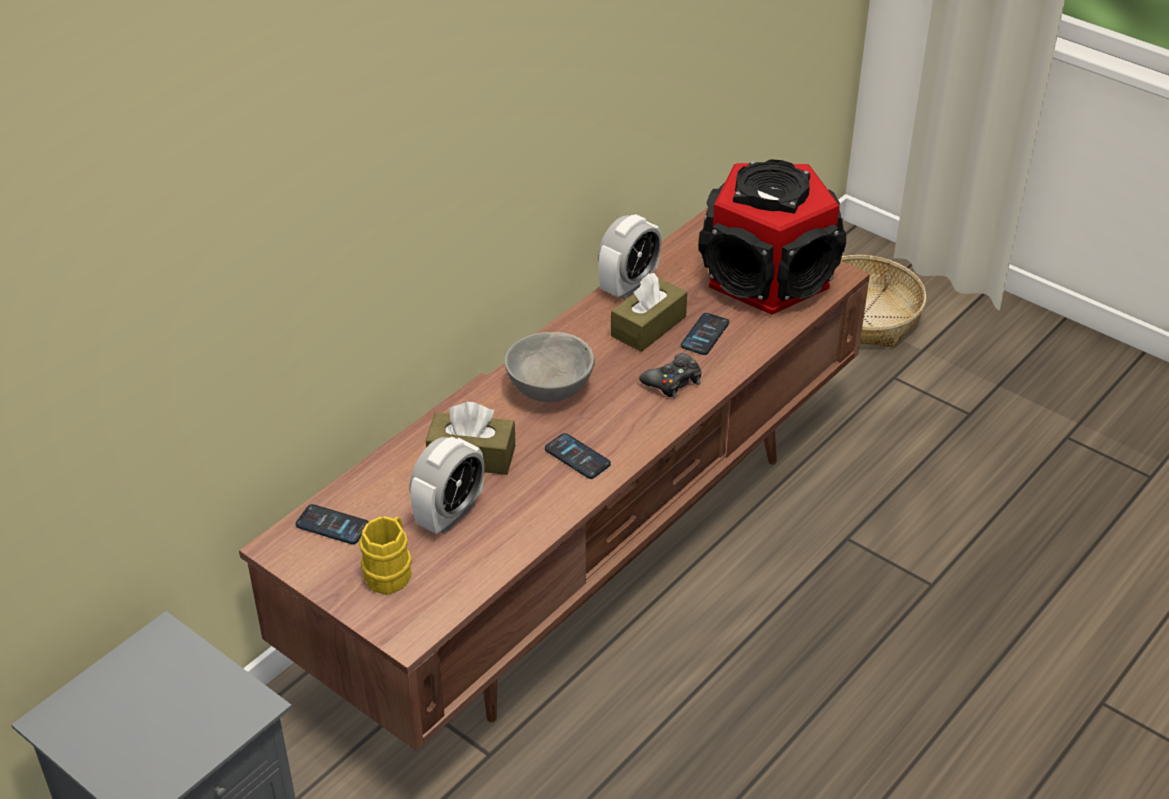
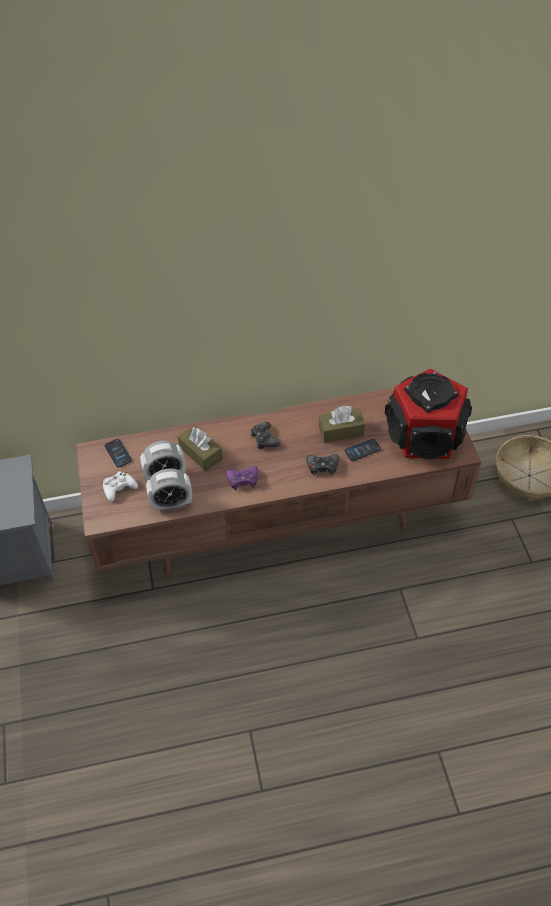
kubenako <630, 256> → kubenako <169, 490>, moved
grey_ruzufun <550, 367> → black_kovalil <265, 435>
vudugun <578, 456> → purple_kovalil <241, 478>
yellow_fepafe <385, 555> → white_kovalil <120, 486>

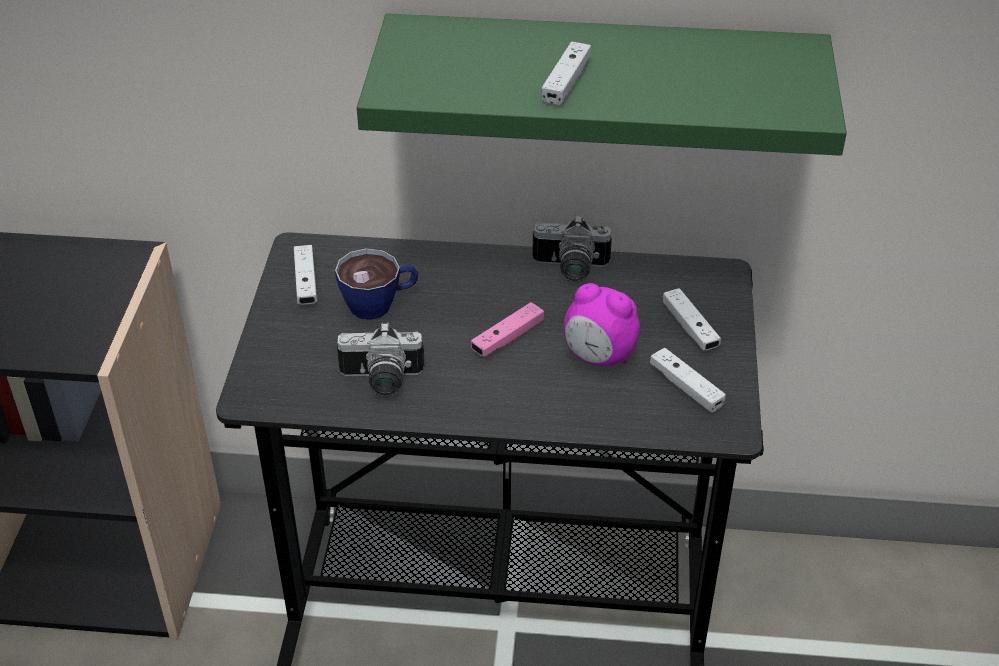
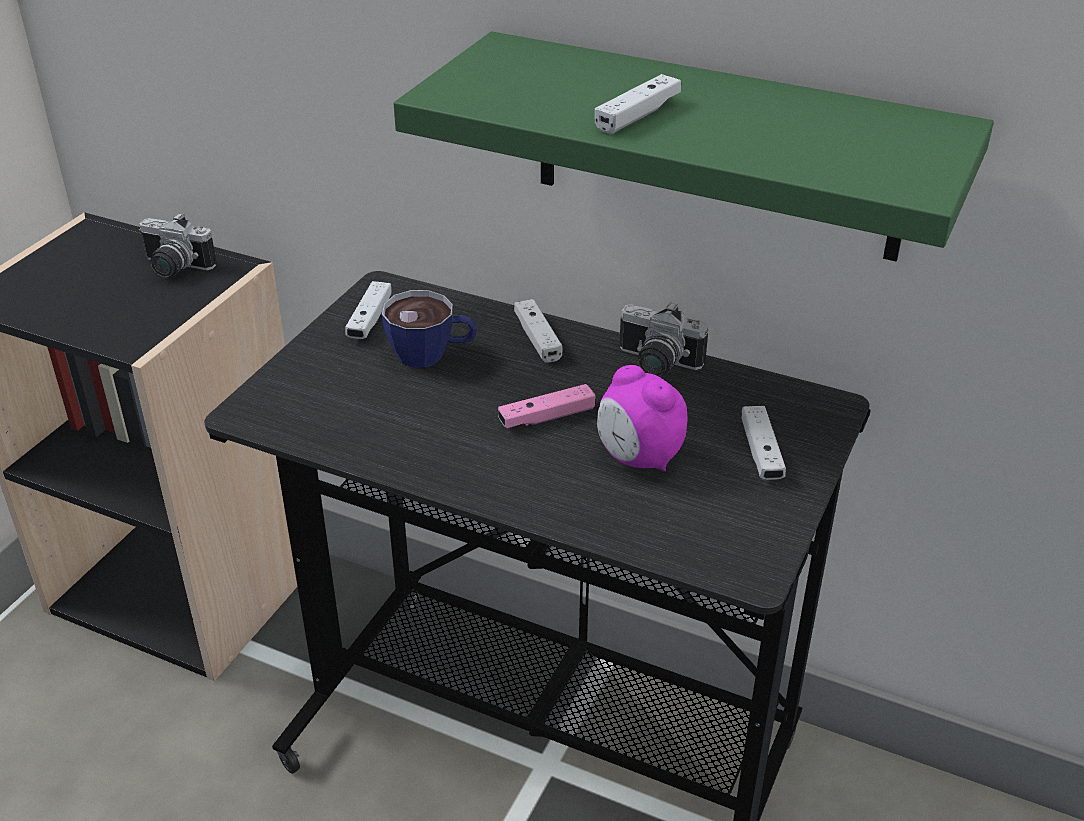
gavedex <380, 359> → gavedex <178, 245>, moved
white_kovalil <688, 380> → white_kovalil <538, 331>, moved

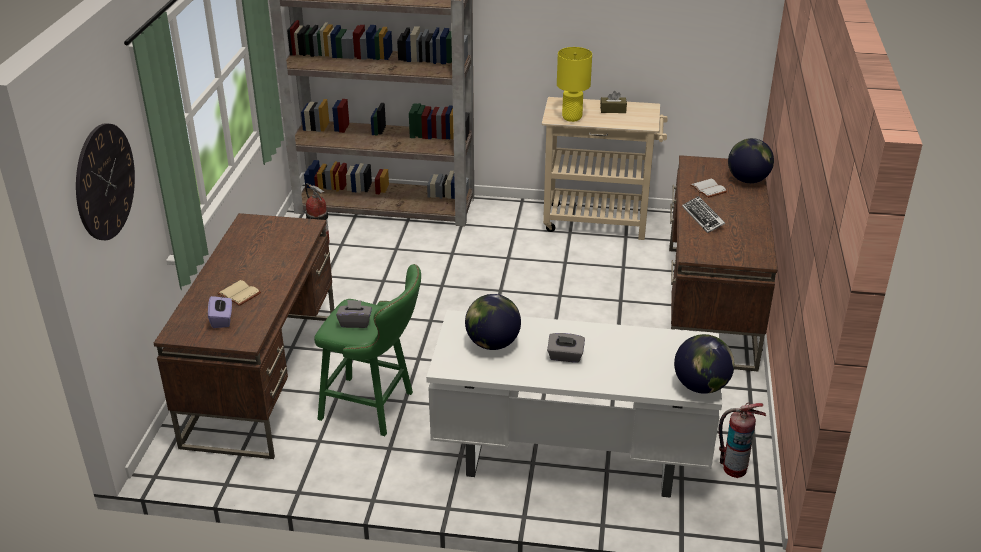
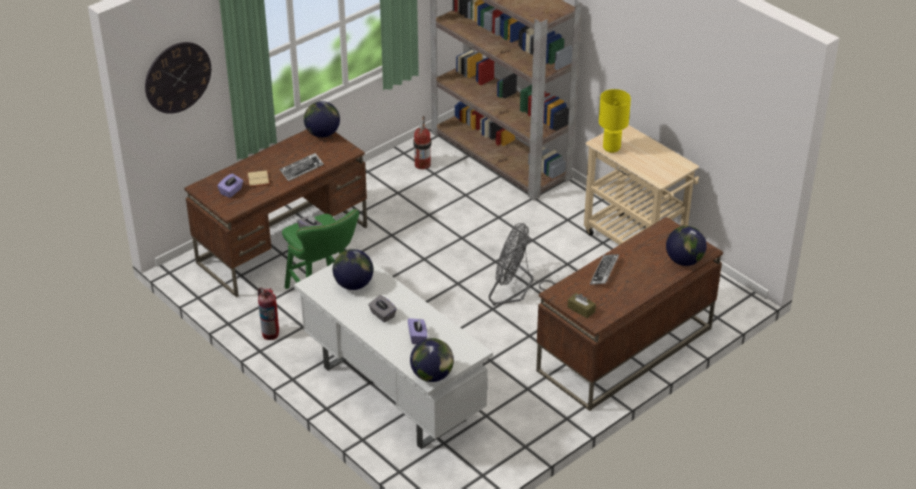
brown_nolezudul <613, 102> → brown_nolezudul <581, 305>, moved
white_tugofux <709, 188> → -
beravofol <742, 440> → beravofol <268, 313>, moved
- → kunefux <322, 119>
- → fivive <302, 167>
- → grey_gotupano <523, 264>
- → purple_nolezudul <417, 331>

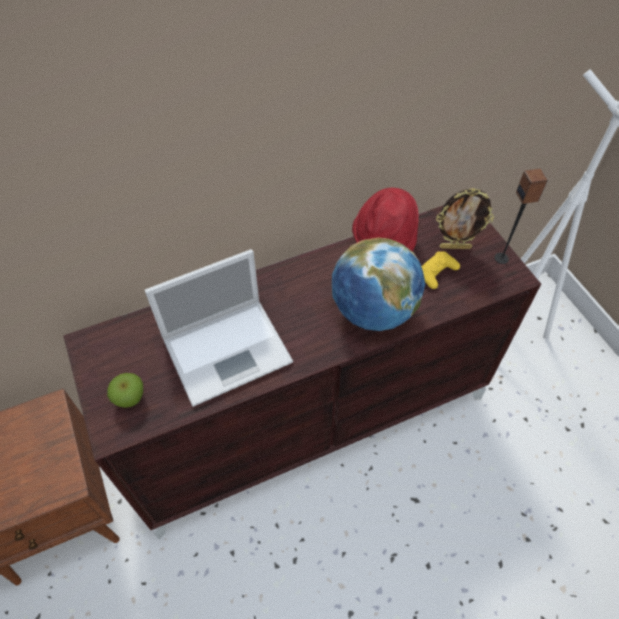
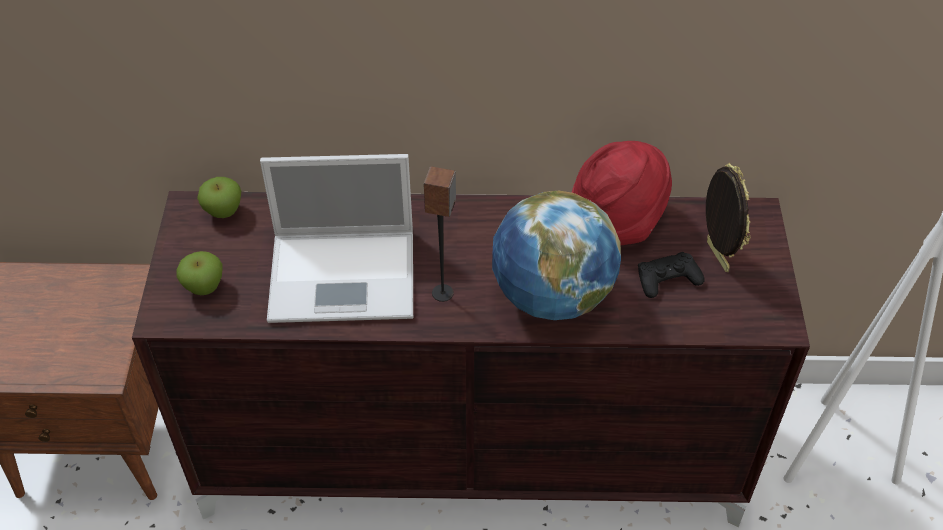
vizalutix <521, 216> → vizalutix <440, 234>, moved
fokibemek <465, 218> → fokibemek <728, 217>, 135 degrees counterclockwise
yellow_kovalil <440, 270> → black_kovalil <671, 275>
- → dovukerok <219, 197>

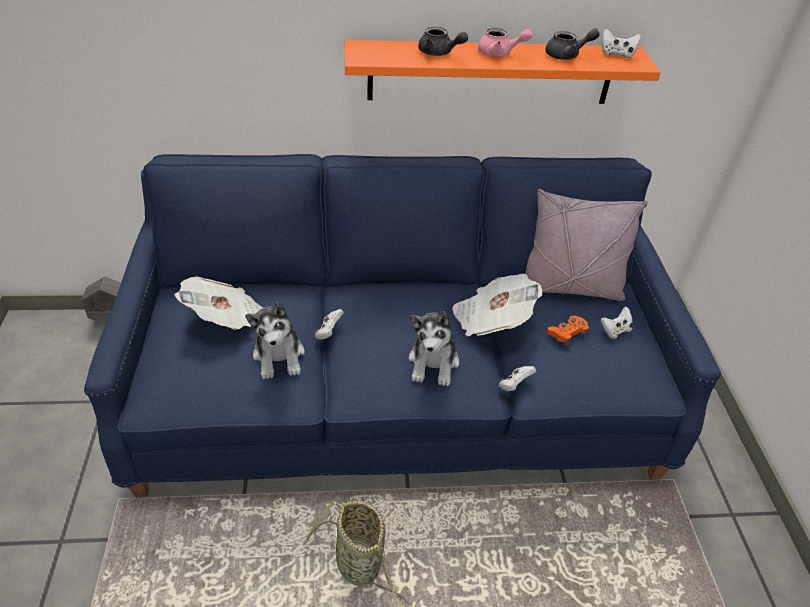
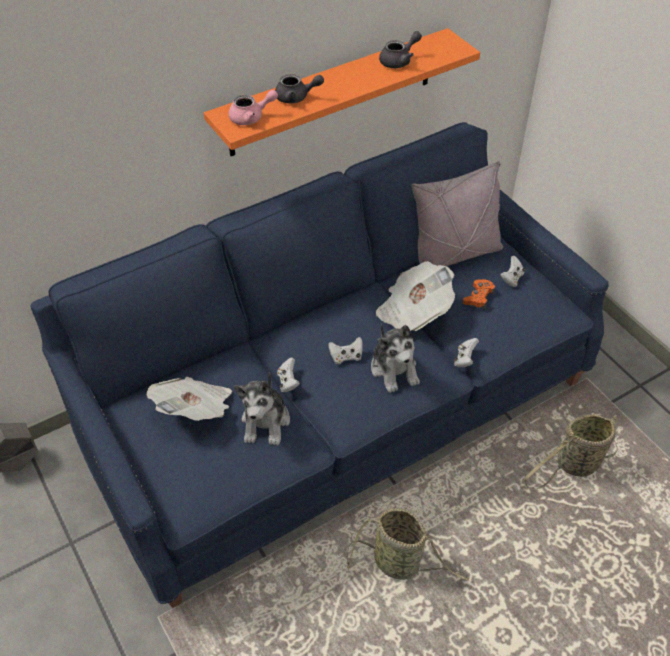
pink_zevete <505, 42> → pink_zevete <253, 107>, moved
white_kovalil <621, 43> → white_kovalil <346, 350>, moved
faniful <275, 340> → faniful <262, 409>, 45 degrees clockwise
- → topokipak <570, 452>

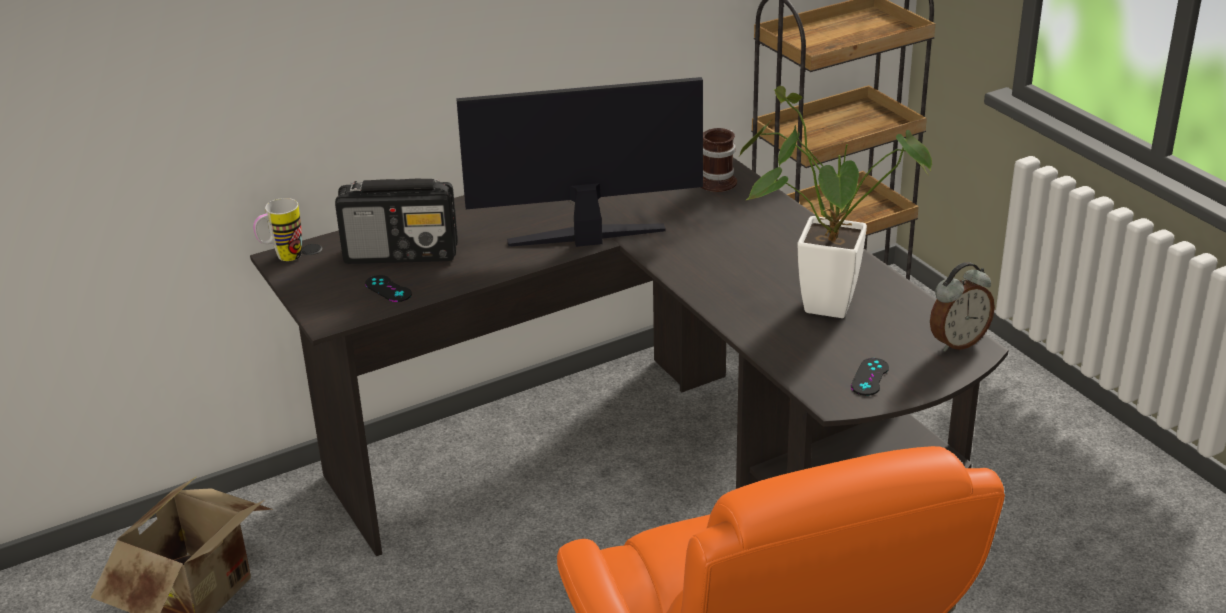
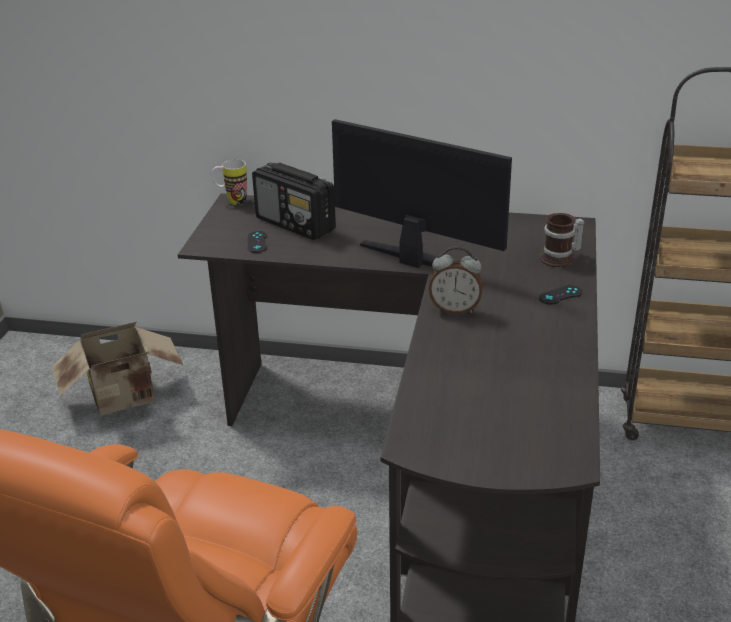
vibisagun <835, 202> → -
kubenako <962, 307> → kubenako <456, 280>, moved
black_kovalil <870, 377> → black_kovalil <560, 295>, moved

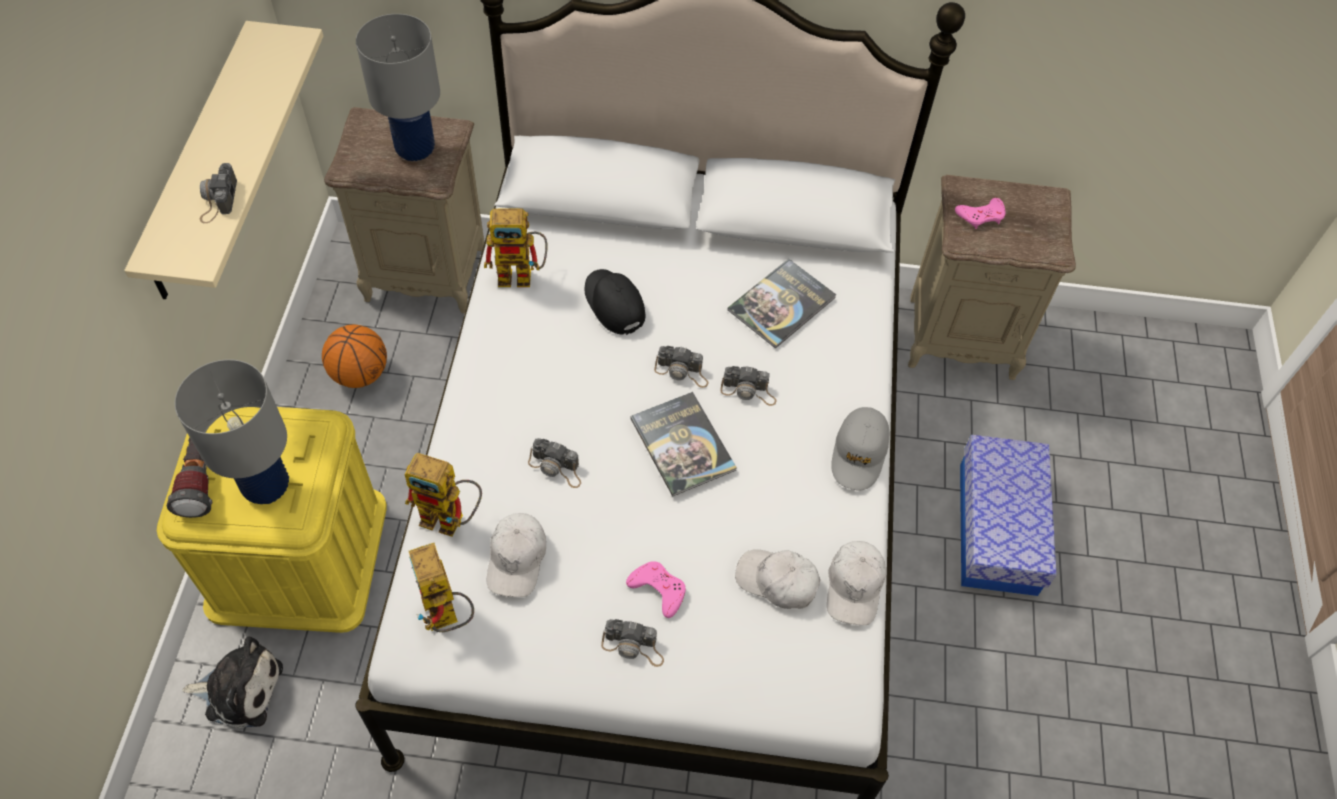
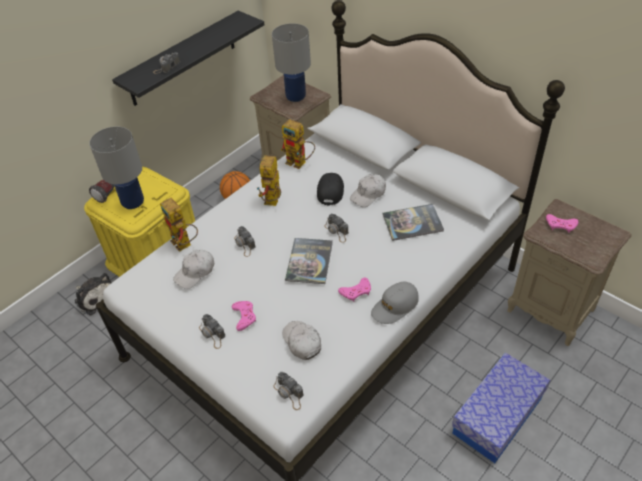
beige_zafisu <223, 160> → black_zafisu <188, 58>
gavedex <748, 386> → gavedex <288, 391>, moved
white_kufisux <856, 583> → white_kufisux <368, 190>, moved
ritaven <441, 587> → ritaven <268, 180>, moved
- → pink_kovalil <354, 290>

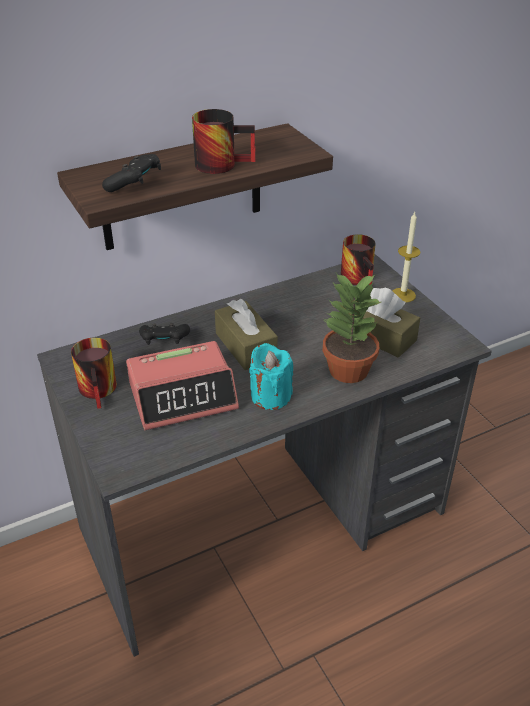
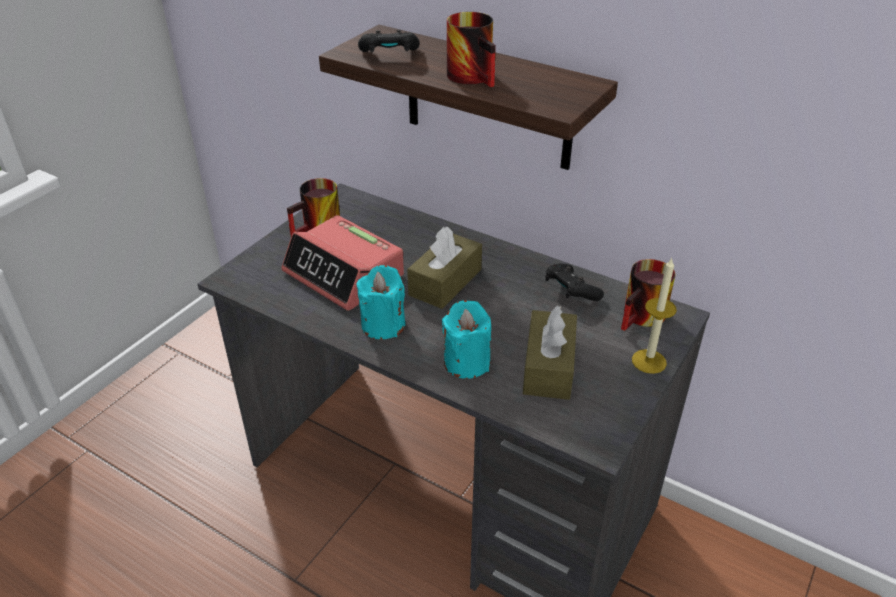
vibisagun <352, 328> → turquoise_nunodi <466, 339>
black_kovalil <164, 334> → black_kovalil <574, 282>, moved

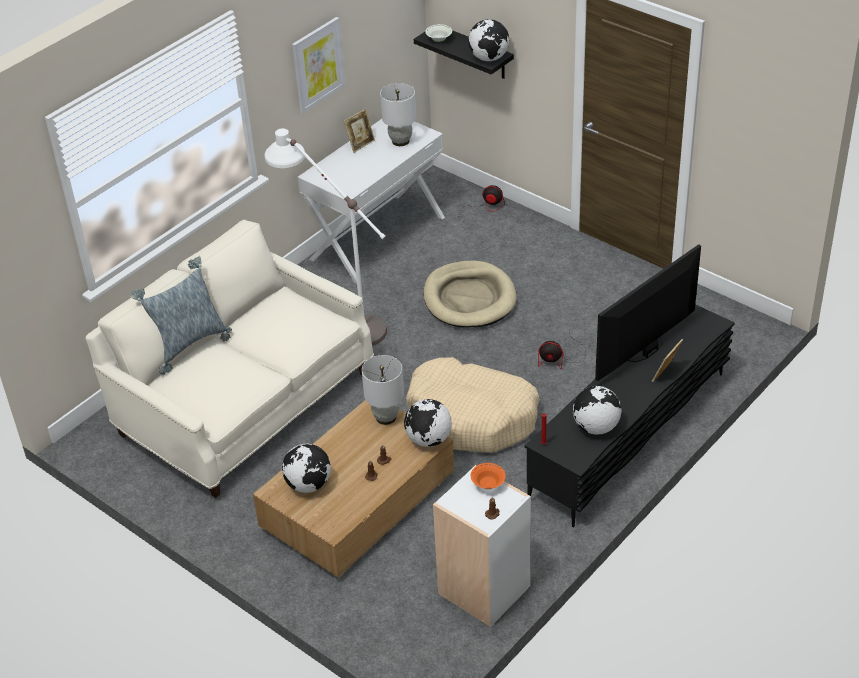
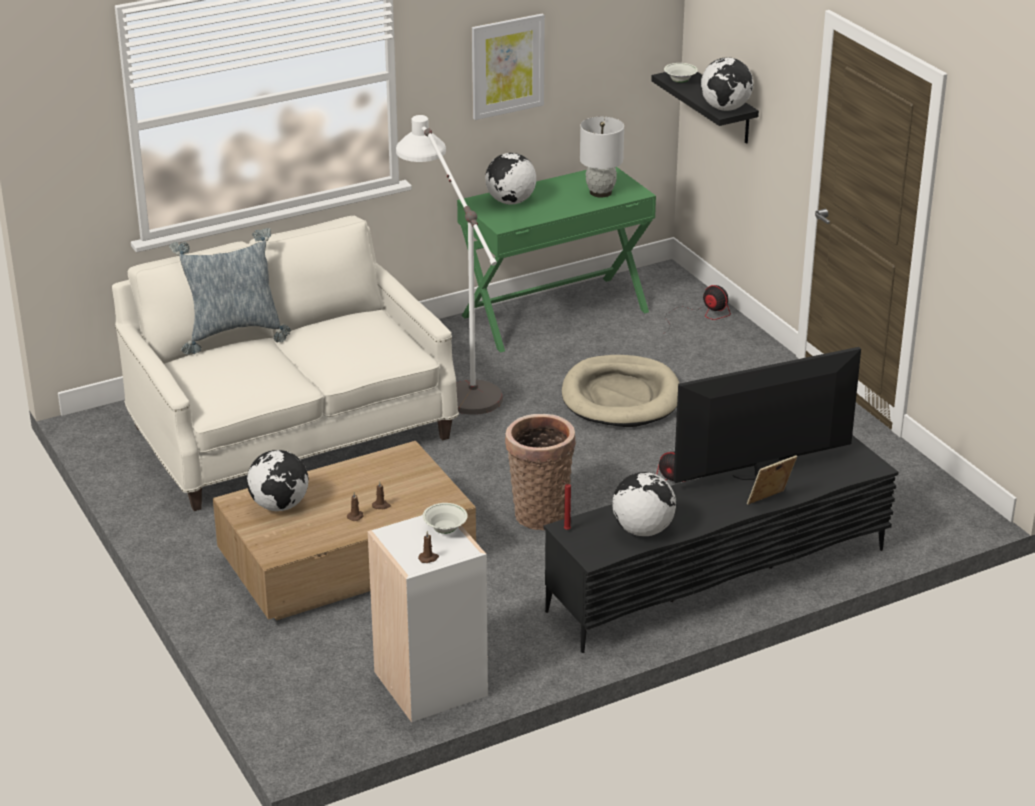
fokibemek <359, 131> → -
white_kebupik <371, 201> → green_kebupik <556, 260>
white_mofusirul <383, 390> → -
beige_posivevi <473, 405> → topokipak <540, 472>
kunefux <428, 423> → kunefux <510, 179>, moved
orange_ruzufun <488, 476> → white_ruzufun <445, 518>

